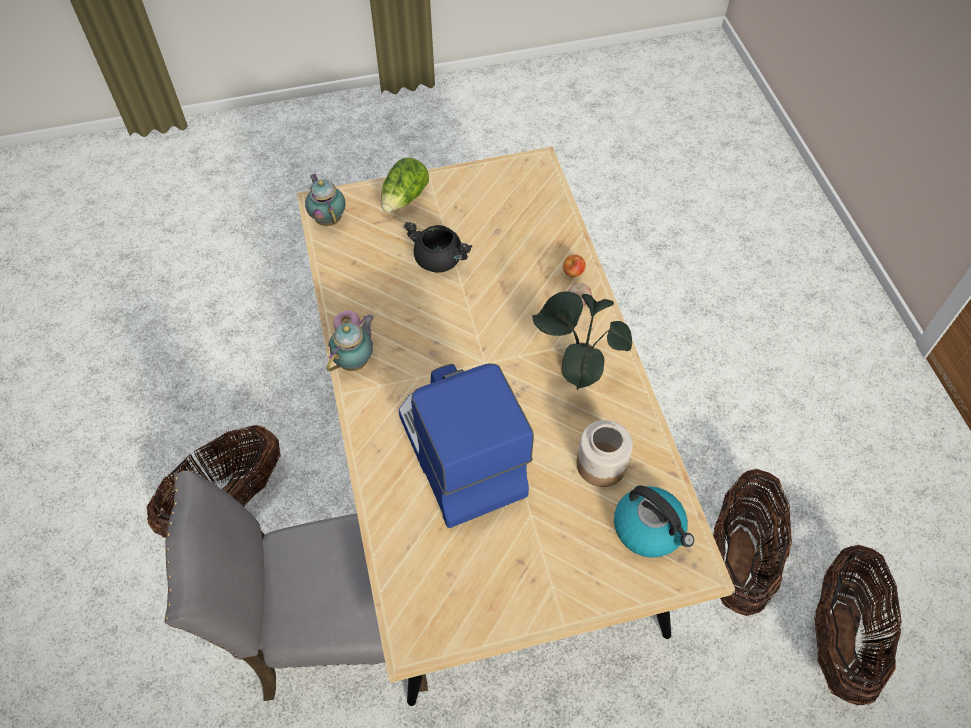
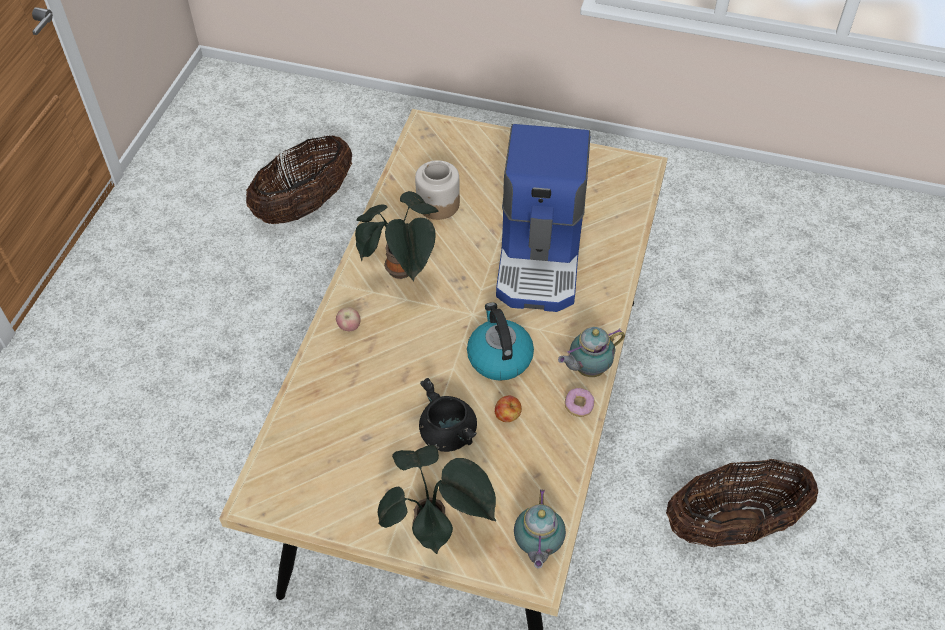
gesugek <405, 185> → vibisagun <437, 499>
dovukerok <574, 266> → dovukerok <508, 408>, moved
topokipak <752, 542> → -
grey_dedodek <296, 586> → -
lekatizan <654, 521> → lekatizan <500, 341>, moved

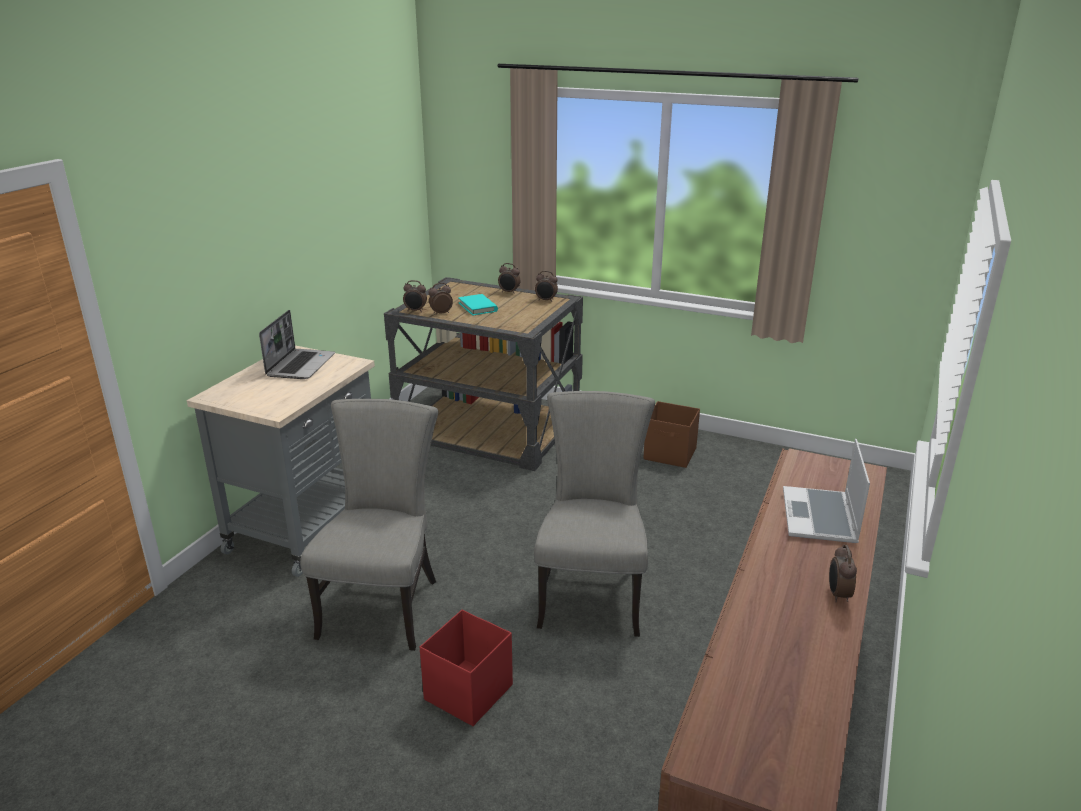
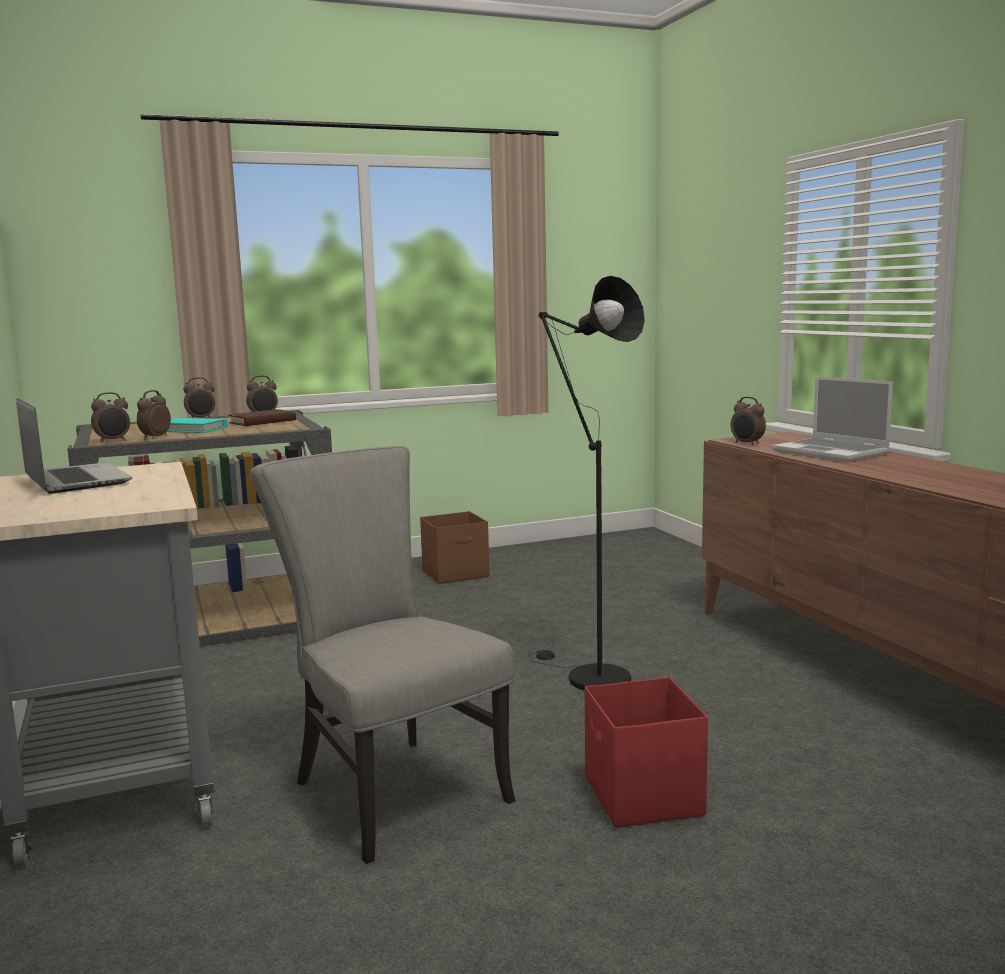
grey_dedodek <594, 514> → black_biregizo <586, 483>
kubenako <843, 573> → kubenako <748, 421>, moved
- → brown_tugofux <262, 417>

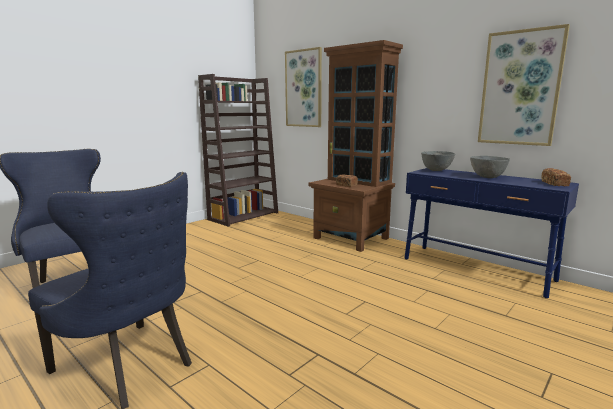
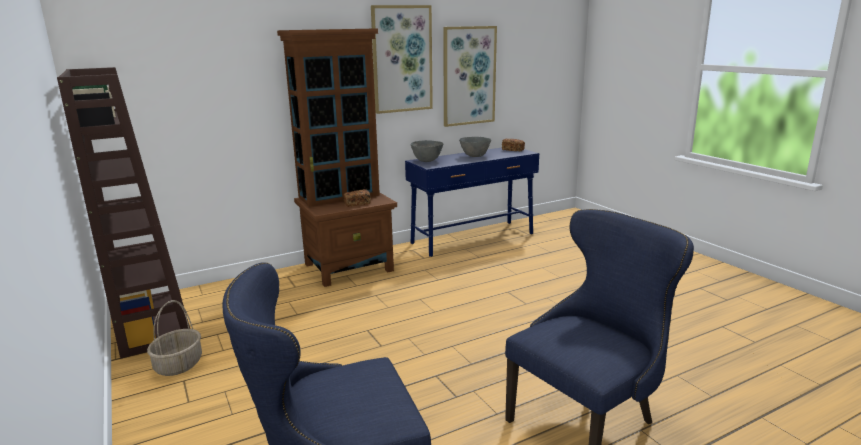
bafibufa <303, 87> → bafibufa <402, 59>, moved
- → topokipak <174, 338>

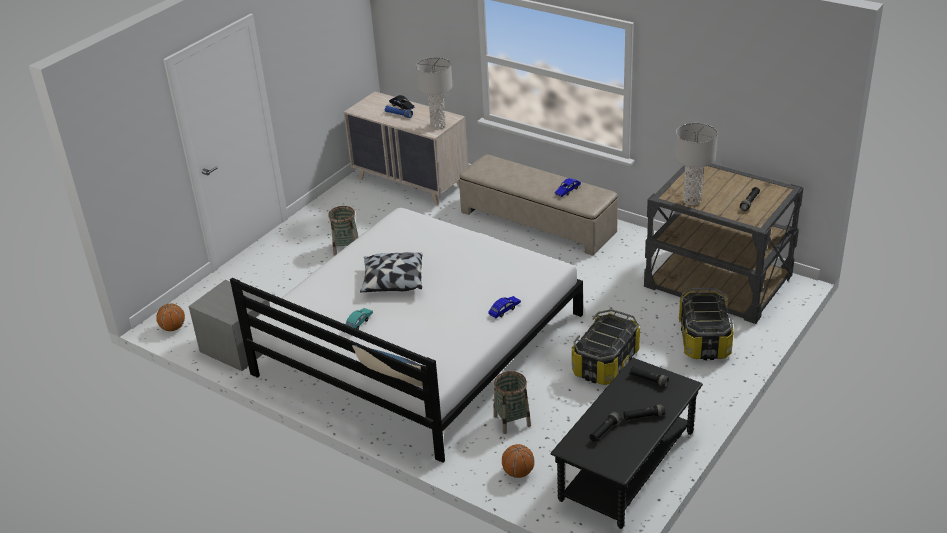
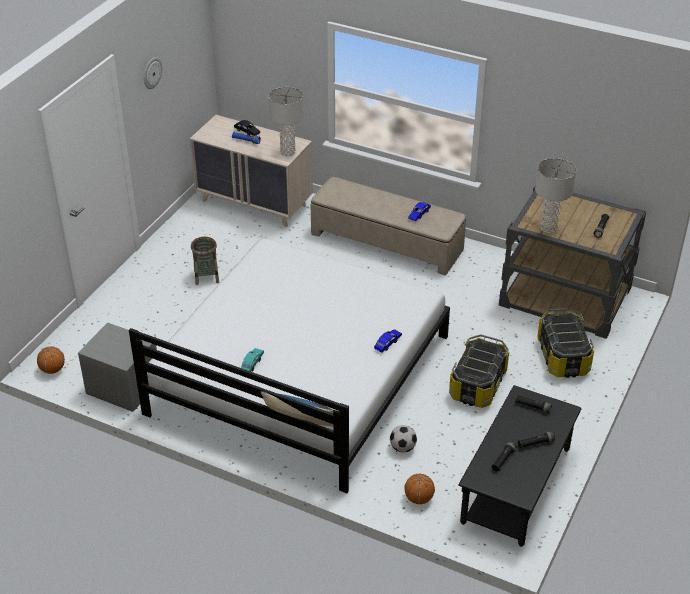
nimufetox <391, 272> → -
topokipak <512, 402> → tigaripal <403, 438>
- → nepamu <153, 73>

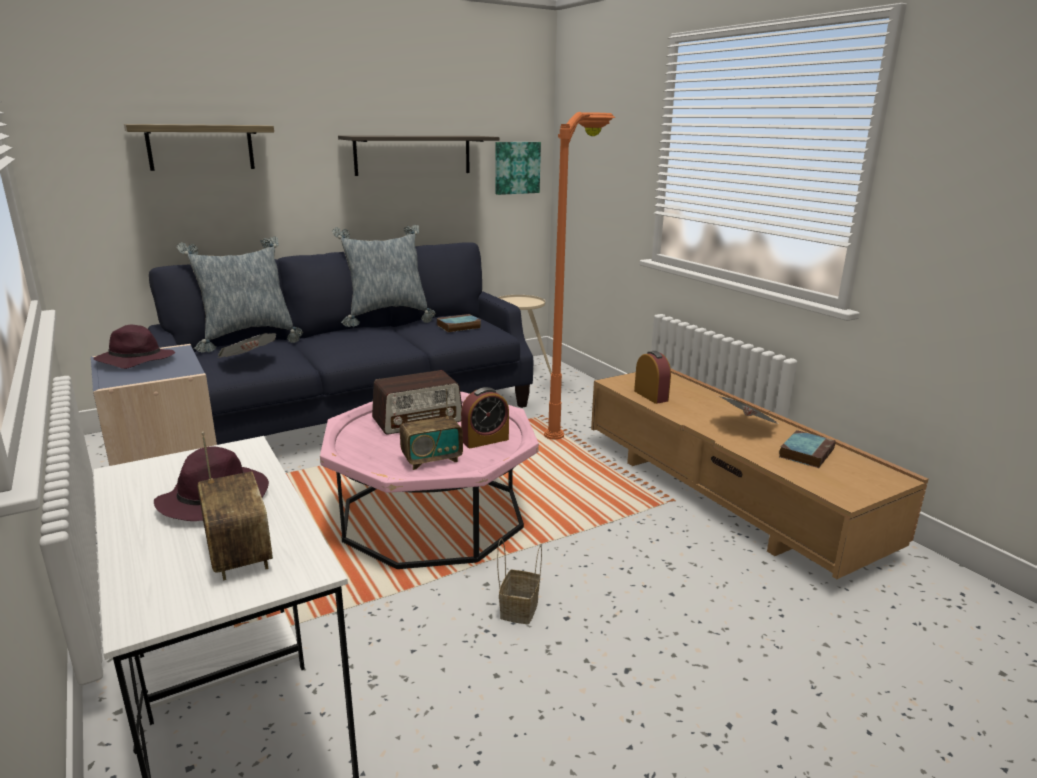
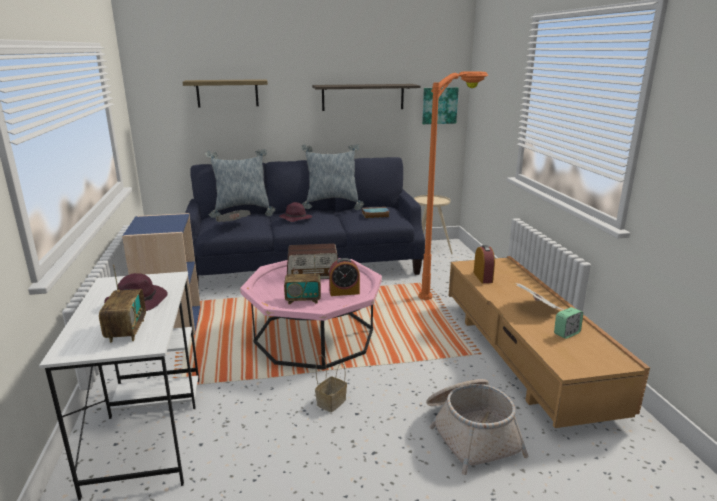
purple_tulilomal <134, 347> → purple_tulilomal <296, 212>, moved
tugofux <807, 449> → kubenako <568, 323>
- → topokipak <477, 427>

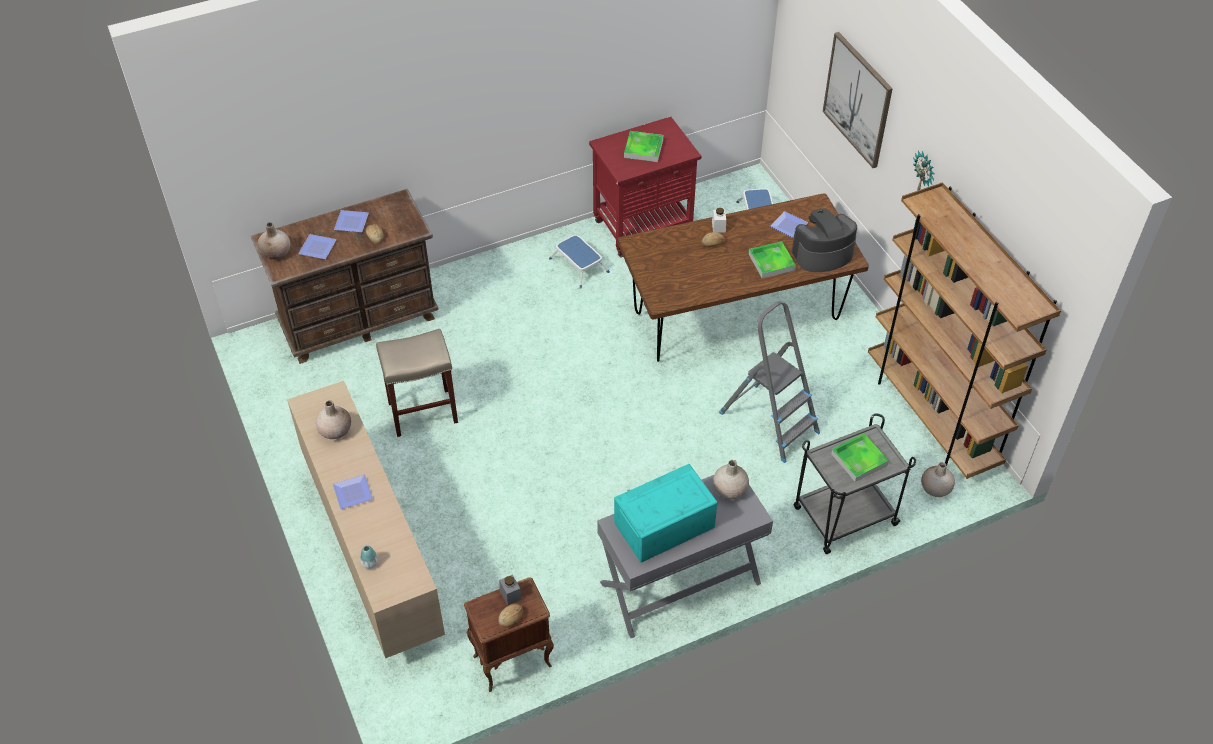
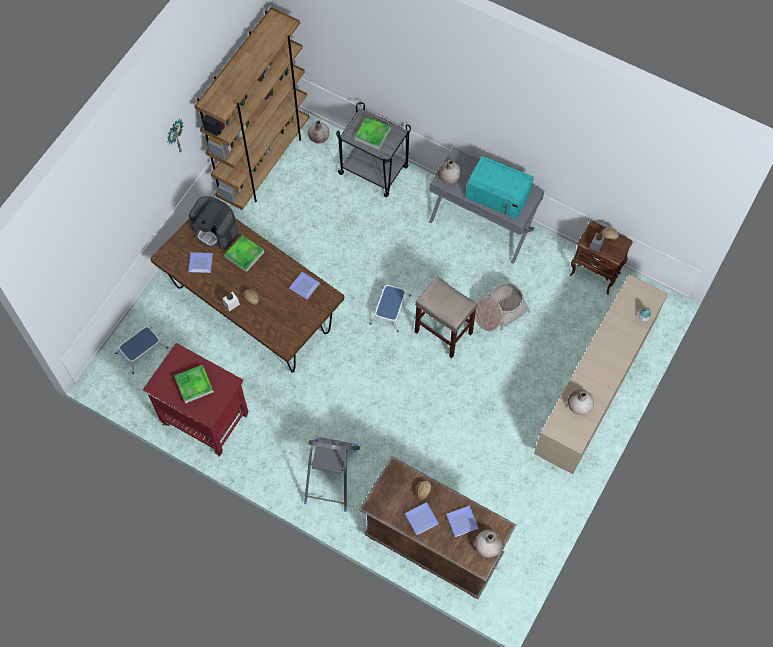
bafibufa <858, 100> → -
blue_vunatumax <579, 261> → blue_vunatumax <390, 308>, moved
grey_vunatumax <769, 382> → grey_vunatumax <332, 474>, moved
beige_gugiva <417, 383> → beige_gugiva <446, 317>, moved
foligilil <353, 491> → foligilil <304, 285>, moved
- → topokipak <502, 306>

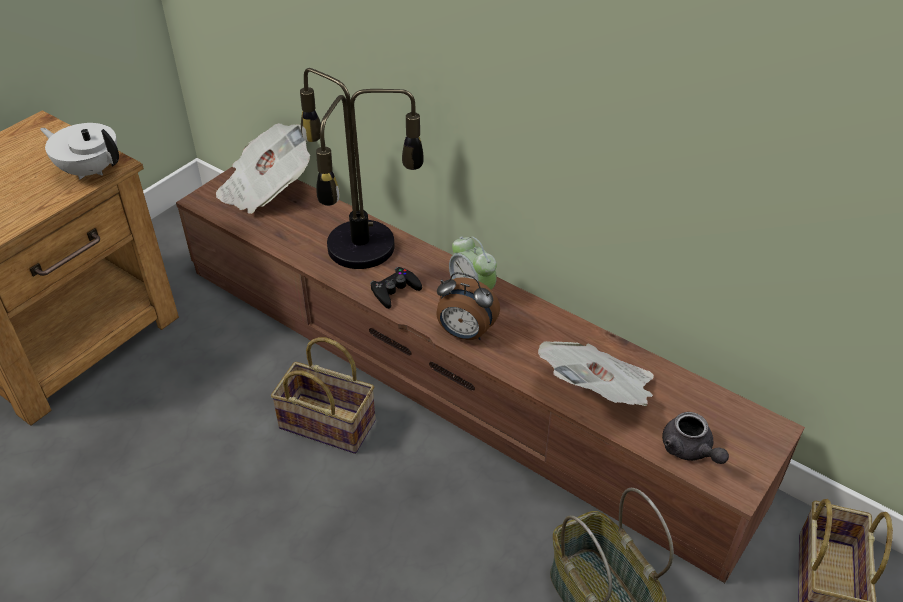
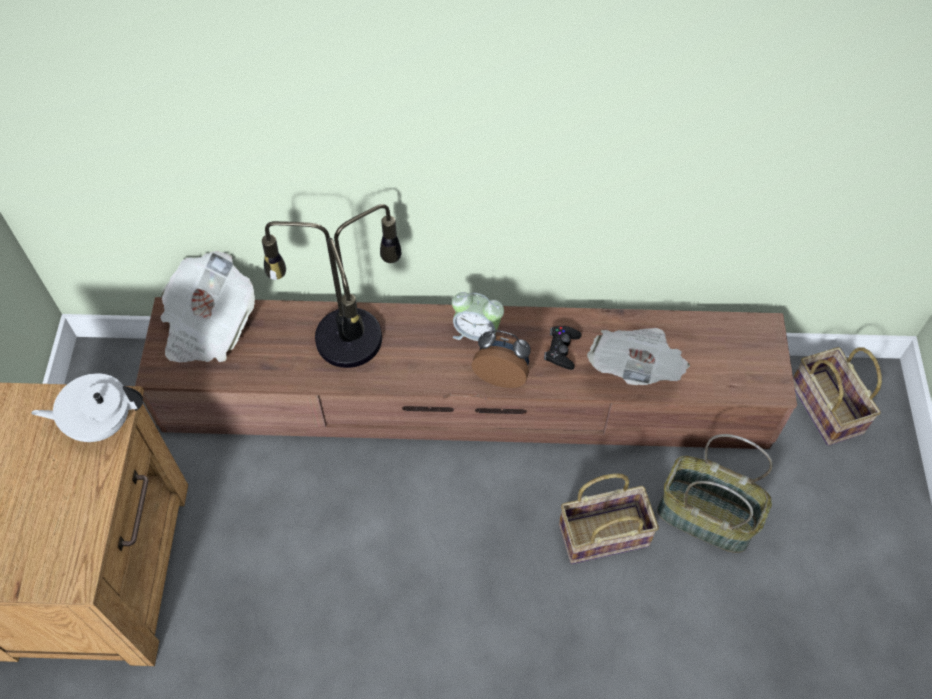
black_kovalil <396, 288> → black_kovalil <563, 348>, moved
kubenako <468, 306> → kubenako <501, 359>, 150 degrees counterclockwise
topokipak <323, 395> → topokipak <609, 518>, moved
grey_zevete <695, 438> → -

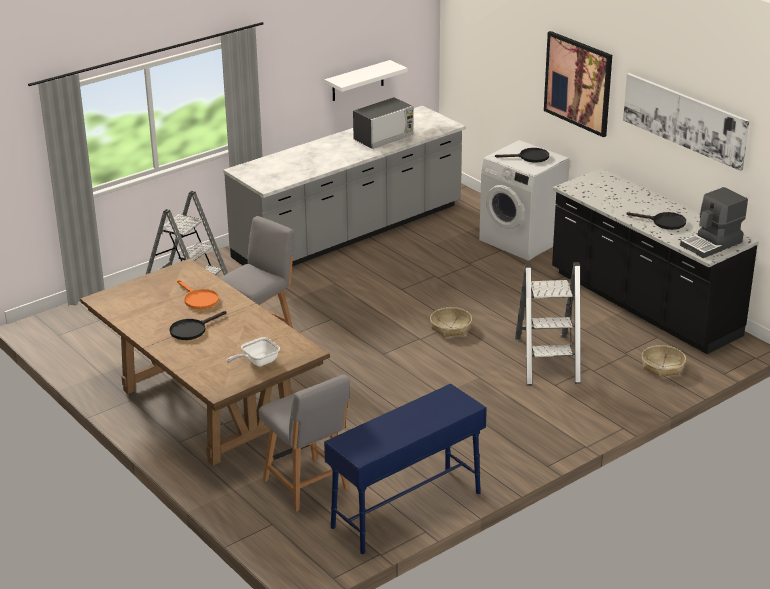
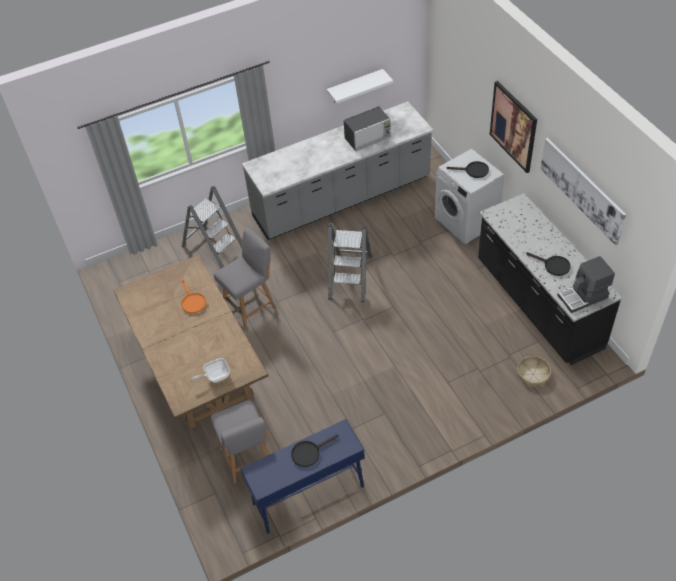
grey_vunatumax <548, 324> → grey_vunatumax <350, 262>, moved
topokipak <451, 322> → -
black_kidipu <197, 325> → black_kidipu <314, 450>, moved

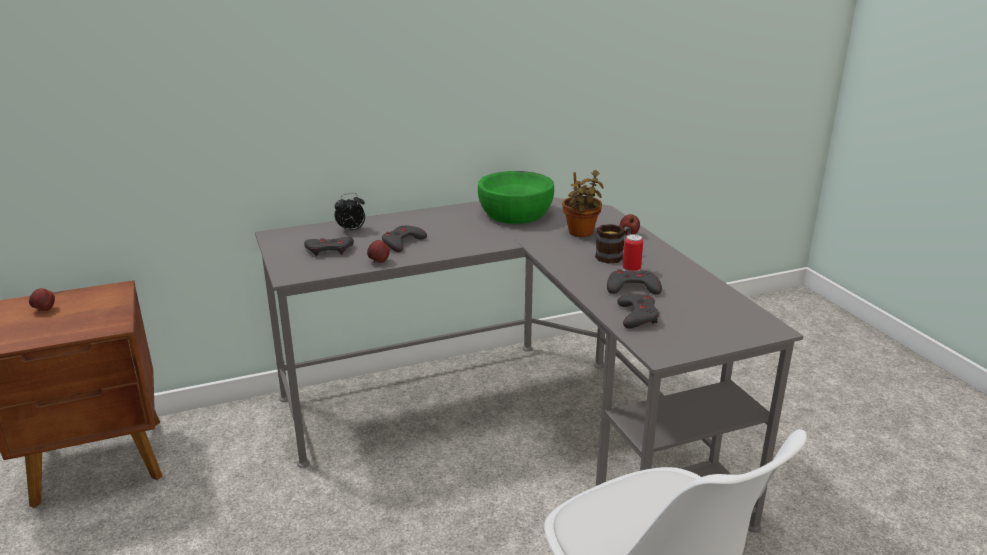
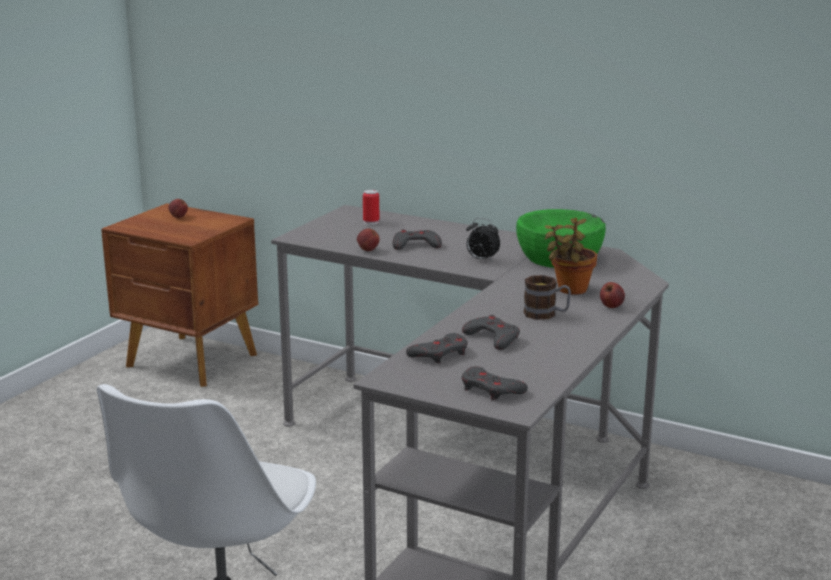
kubenako <350, 212> → kubenako <483, 240>, moved
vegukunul <633, 253> → vegukunul <371, 207>, moved
grey_kovalil <329, 247> → grey_kovalil <495, 383>, moved

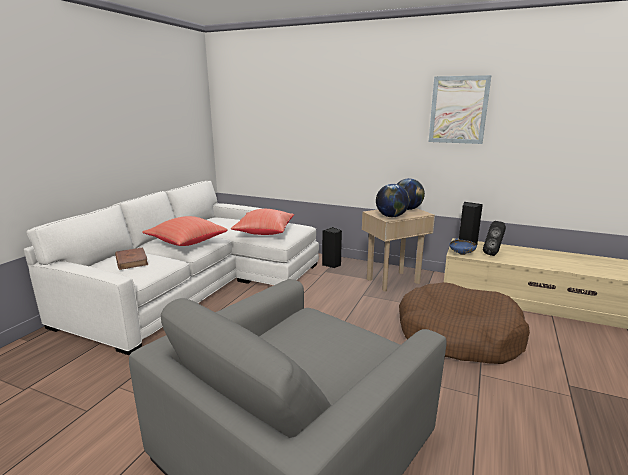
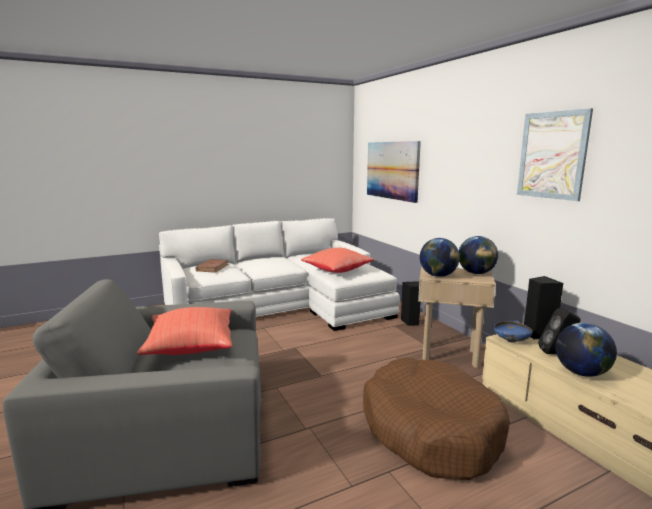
red_nimufetox <185, 231> → red_nimufetox <184, 331>, moved
- → bafibufa <394, 172>
- → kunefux <586, 350>

